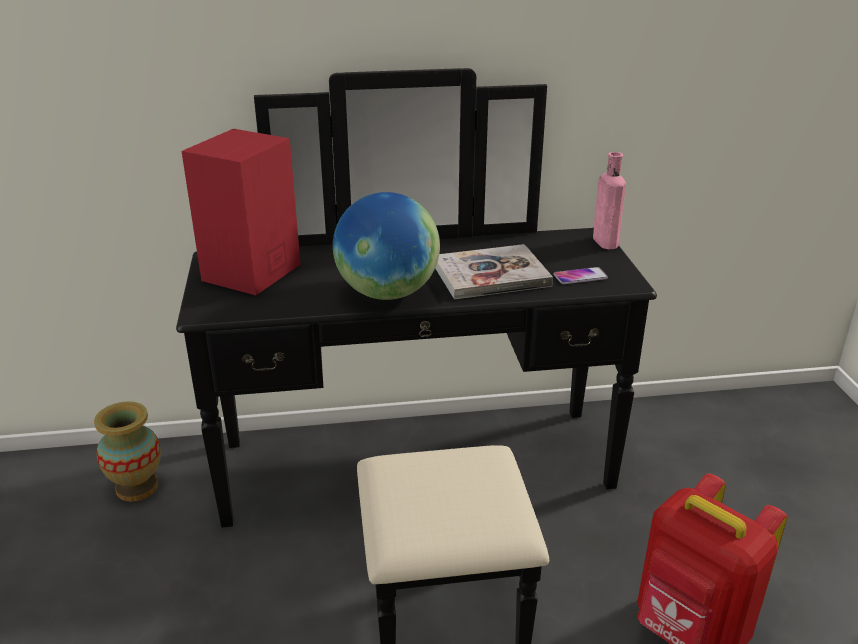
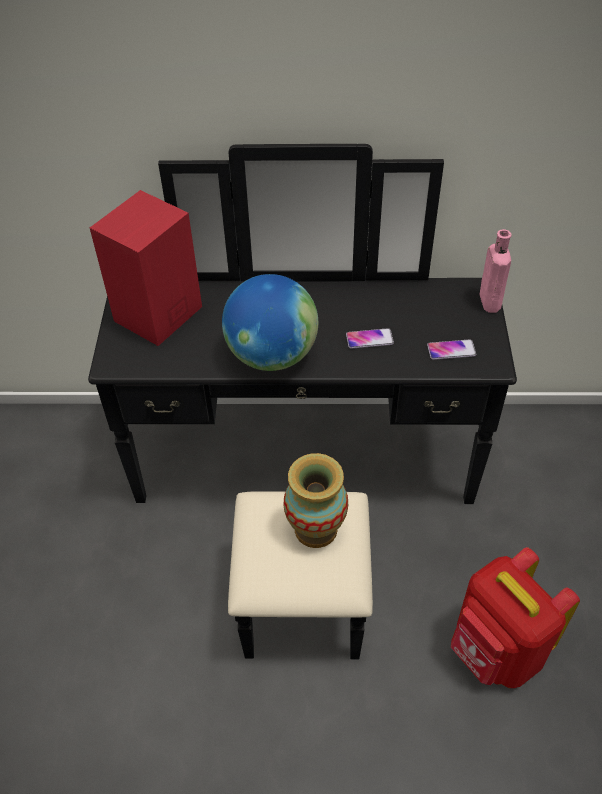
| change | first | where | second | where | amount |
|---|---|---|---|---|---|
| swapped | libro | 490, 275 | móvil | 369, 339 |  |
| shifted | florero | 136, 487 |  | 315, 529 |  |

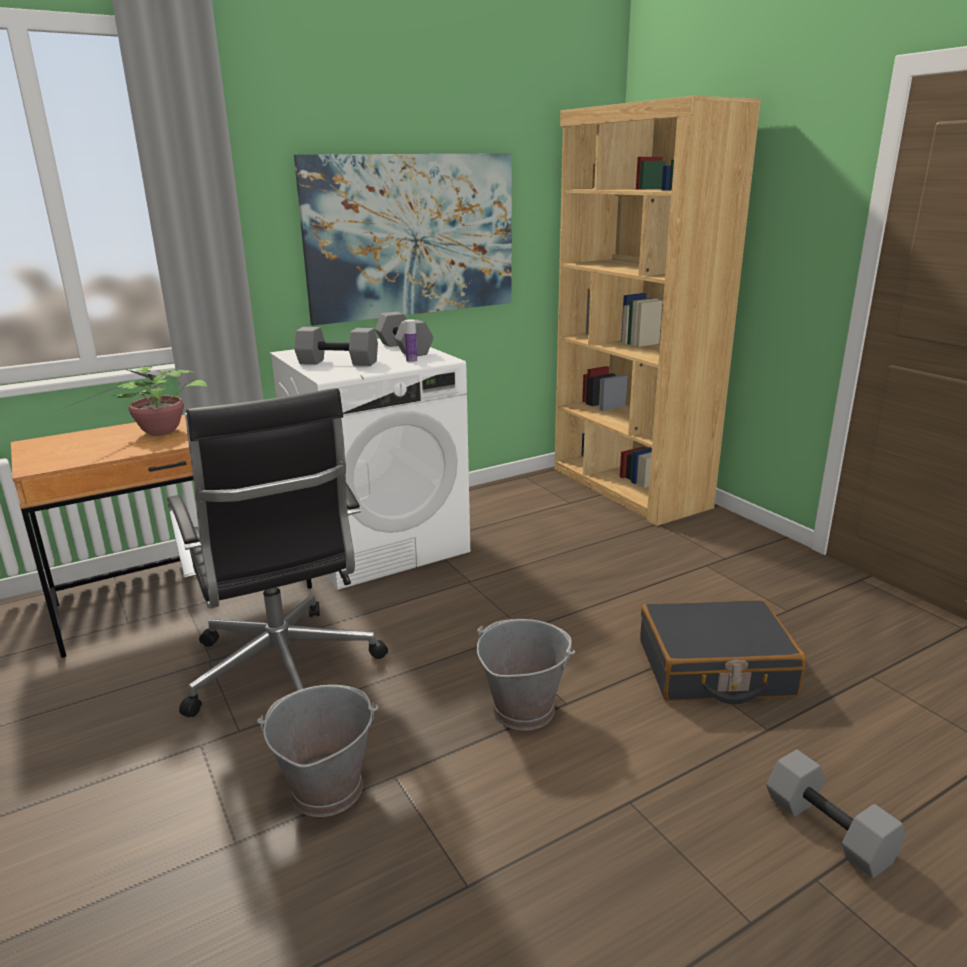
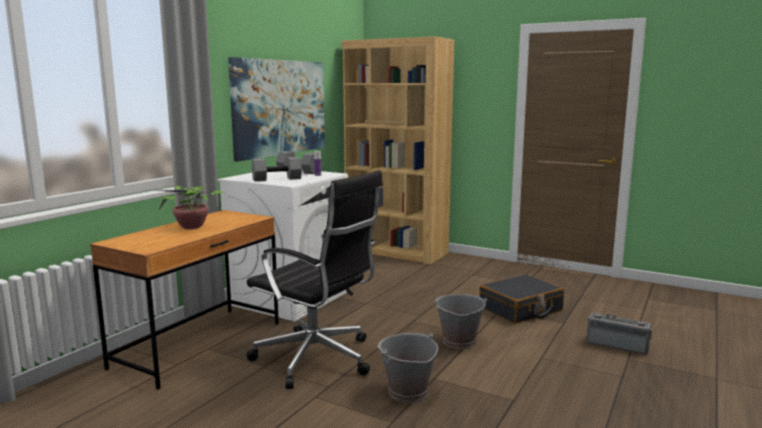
| change | first | where | second | where | amount |
|---|---|---|---|---|---|
| swapped | mancuerna/gris | 830, 830 | radio | 617, 345 |  |

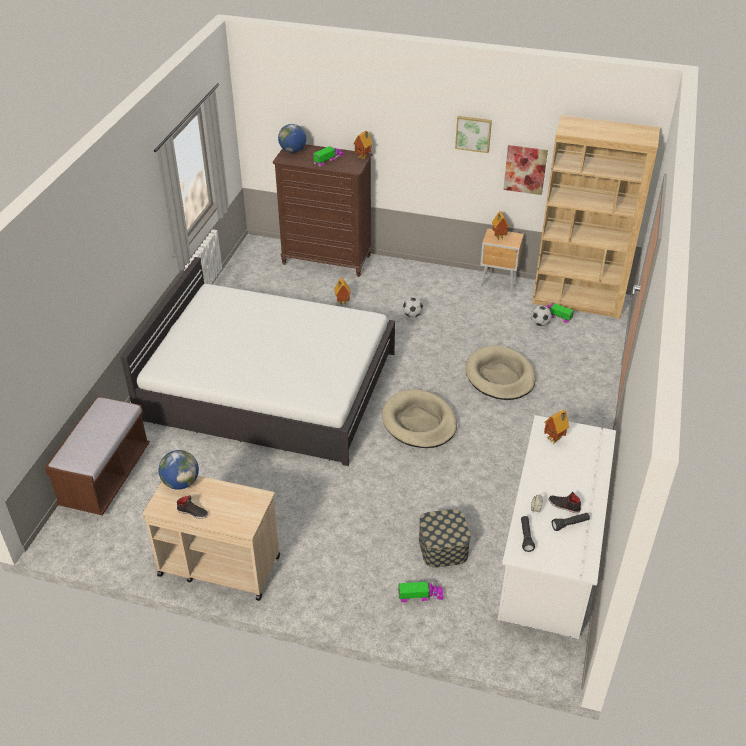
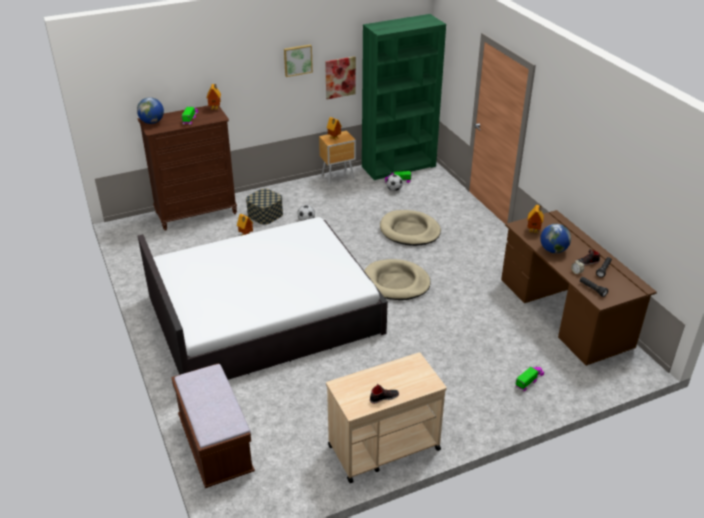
| change | first | where | second | where | amount |
|---|---|---|---|---|---|
| repainted | estantería/marrón | 578, 300 | estantería/verde | 399, 166 |  |
| repainted | escritorio/blanco | 551, 553 | escritorio/marrón | 564, 313 |  |
| shifted | globo terráqueo | 181, 483 |  | 553, 250 |  |
| shifted | caja de almacenaje | 443, 547 |  | 265, 214 |  |

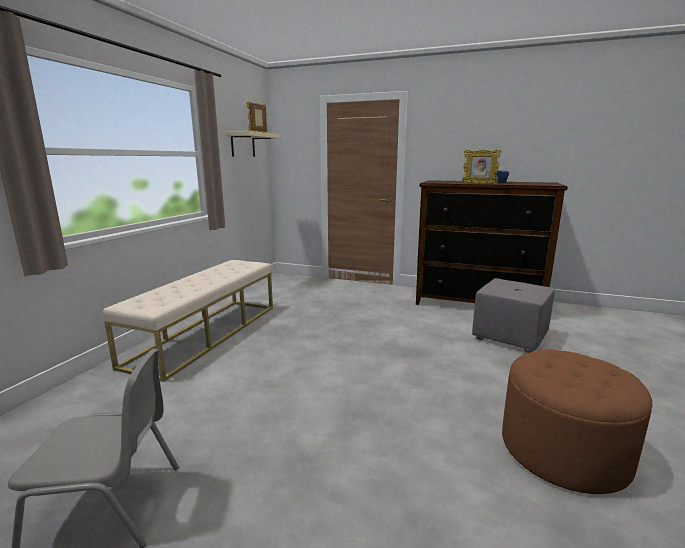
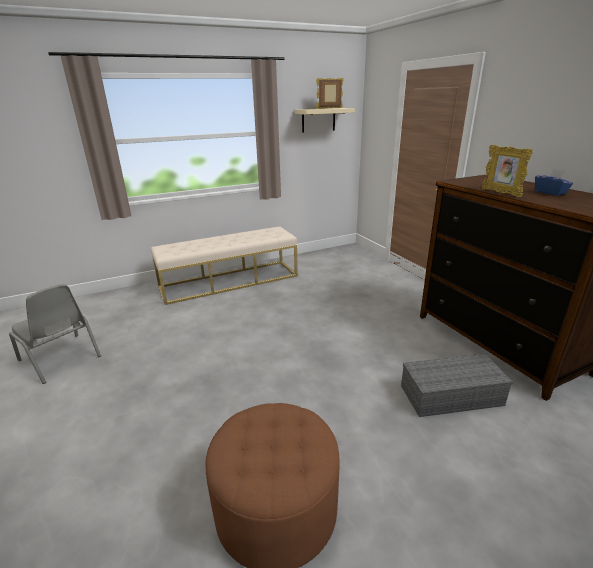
| change | first | where | second | where | amount |
|---|---|---|---|---|---|
| swapped | puf/gris | 509, 336 | caja de almacenaje/gris | 451, 394 |  |

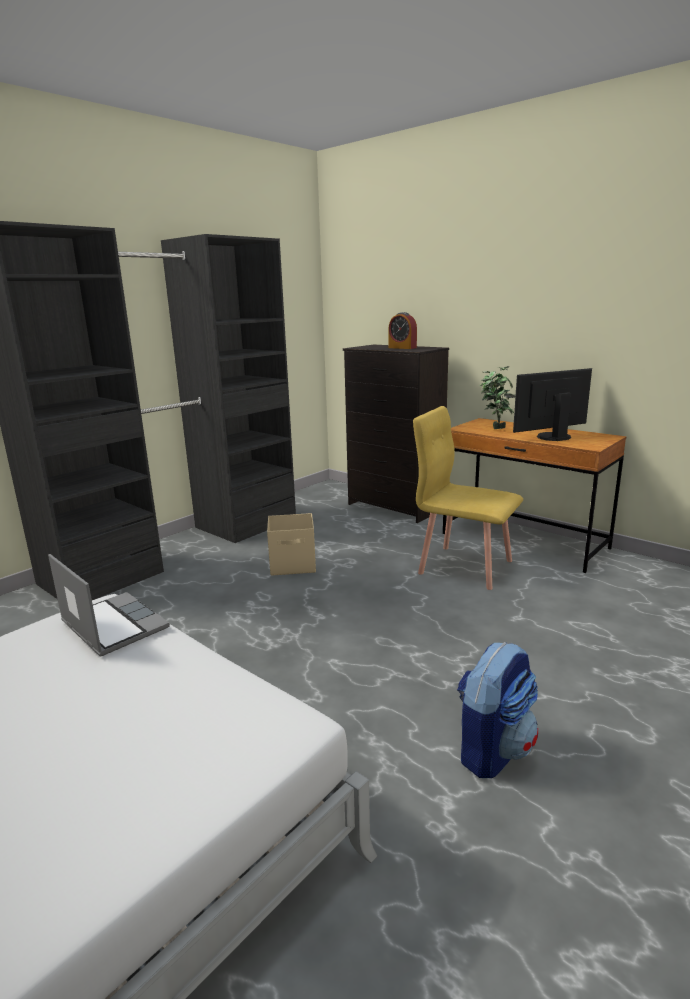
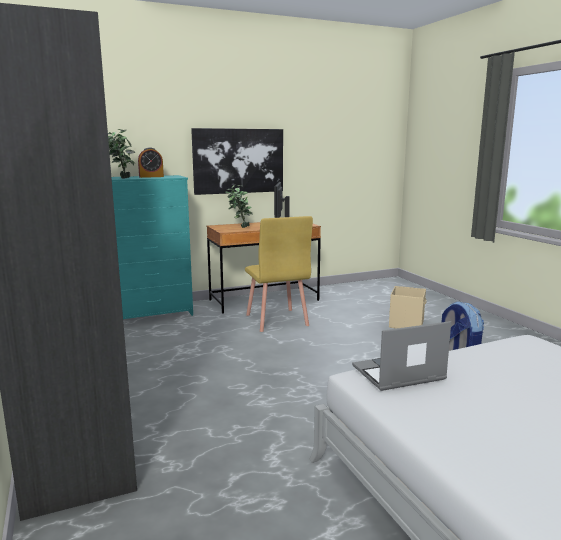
| change | first | where | second | where | amount |
|---|---|---|---|---|---|
| repainted | cómoda/negro | 395, 507 | cómoda/turquesa | 153, 314 |  |
| rotated | silla/amarillo | 465, 566 |  | 276, 320 | 75 degrees counterclockwise |
| shifted | caja de almacenaje/beis | 293, 565 |  | 406, 324 |  |
| new |  |  | cuadro | 238, 161 |  |
| new |  |  | planta en maceta | 121, 178 |  |

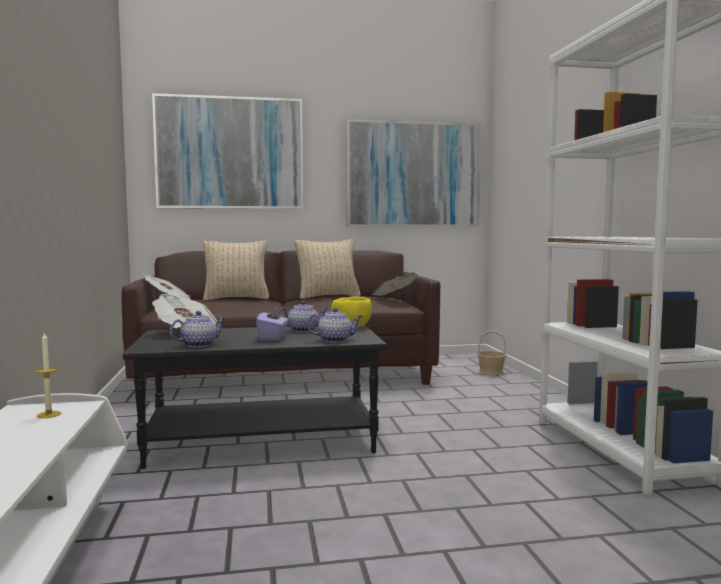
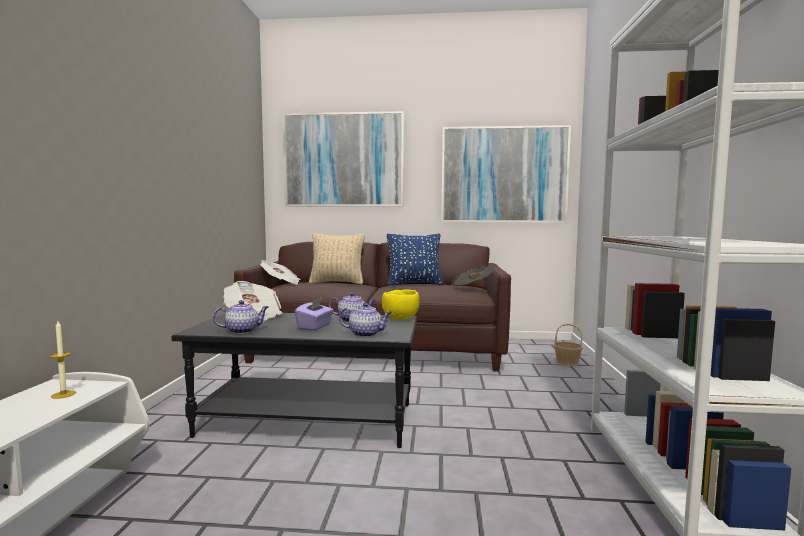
| change | first | where | second | where | amount |
|---|---|---|---|---|---|
| repainted | cojín/beis | 328, 296 | cojín/azul | 414, 284 |  |

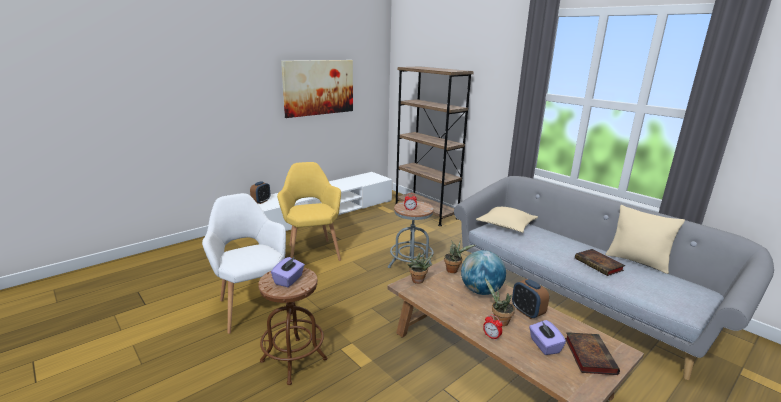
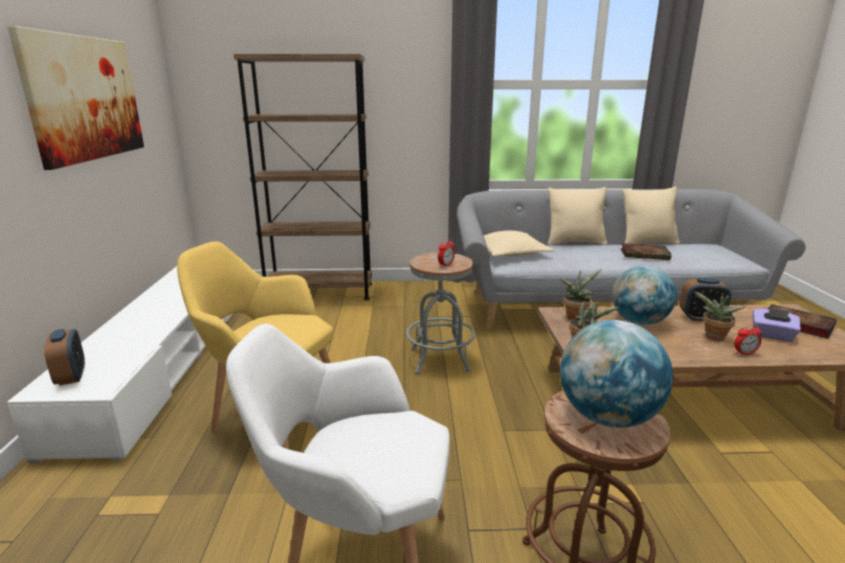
| change | first | where | second | where | amount |
|---|---|---|---|---|---|
| swapped | caja de pañuelos/morado | 289, 280 | globo terráqueo | 607, 417 |  |
| new |  |  | cojín/beis | 574, 242 |  |

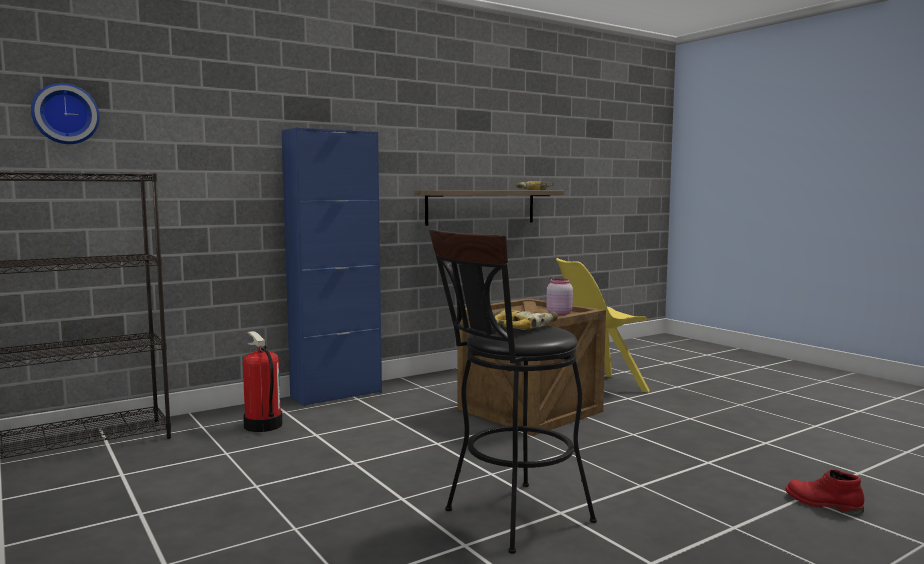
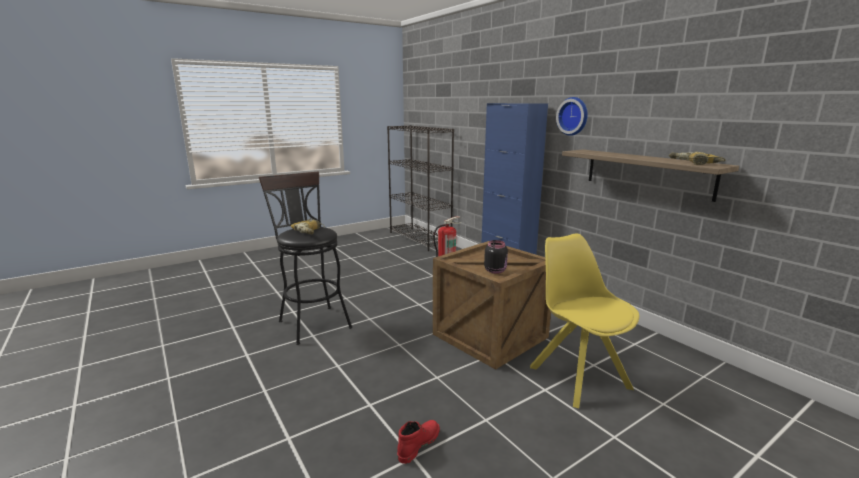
| change | first | where | second | where | amount |
|---|---|---|---|---|---|
| shifted | reloj de pared | 65, 114 |  | 573, 116 |  |
| repainted | tarro/rosa | 558, 314 | tarro/negro | 495, 271 |  |
| shifted | bota/rojo | 822, 504 |  | 418, 444 |  |

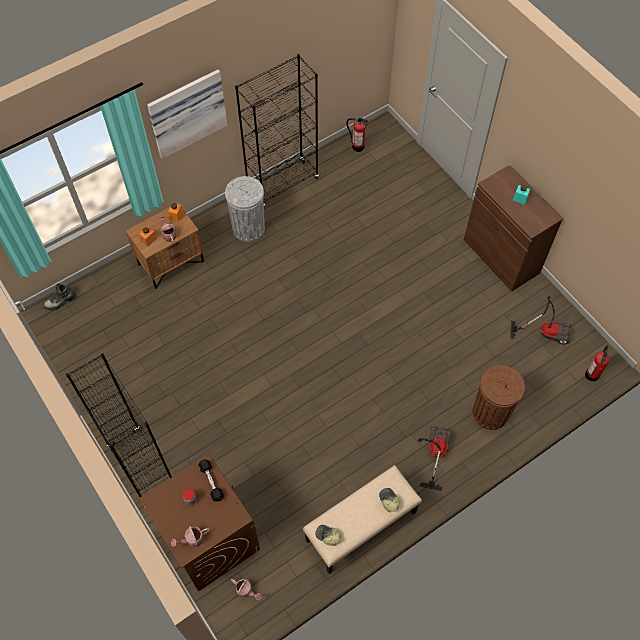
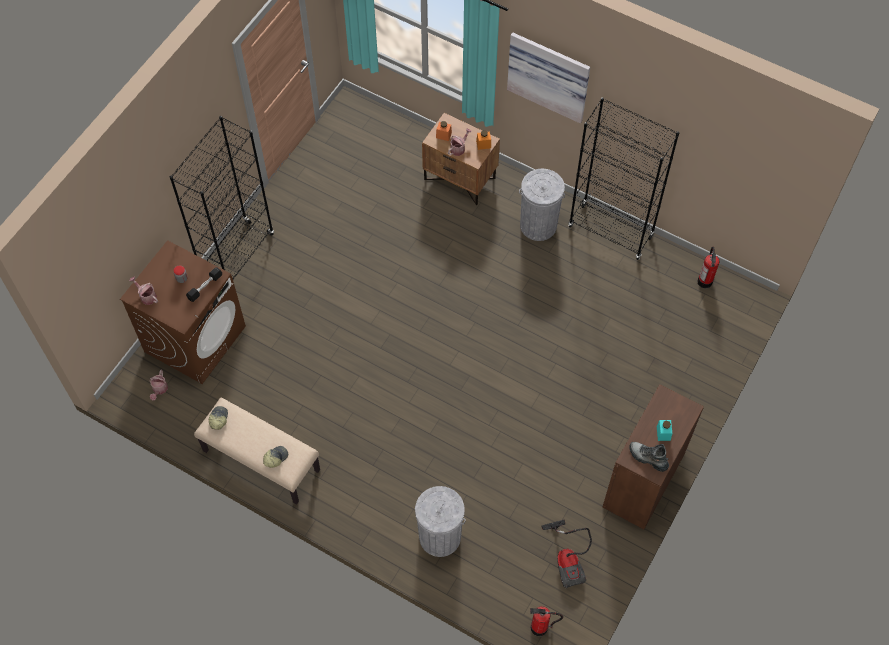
| change | first | where | second | where | amount |
|---|---|---|---|---|---|
| shifted | bota | 60, 301 |  | 648, 458 |  |
| repainted | papelera/marrón | 490, 413 | papelera/gris | 440, 536 |  |
| gone | aspiradora | 434, 453 |  |  |  |

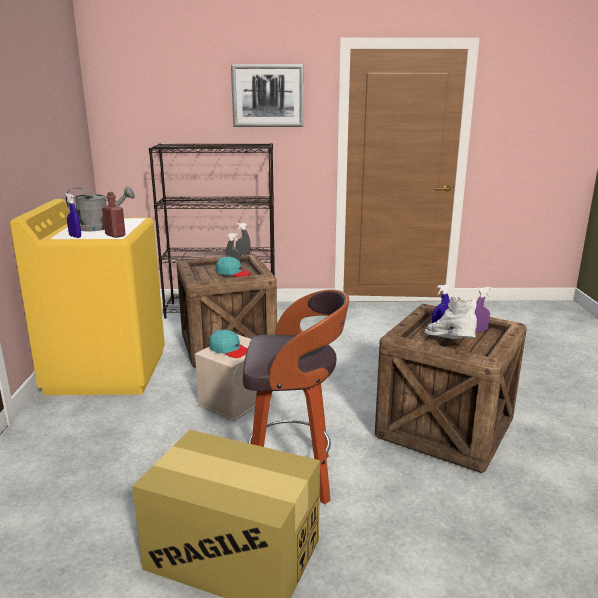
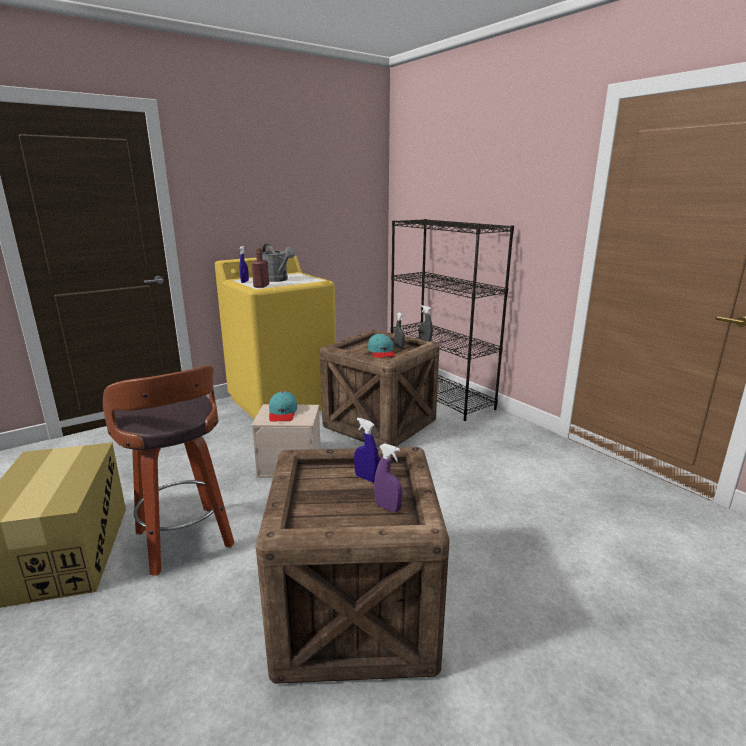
| change | first | where | second | where | amount |
|---|---|---|---|---|---|
| gone | cuadro | 268, 96 |  |  |  |
| gone | bota/blanco | 450, 345 |  |  |  |

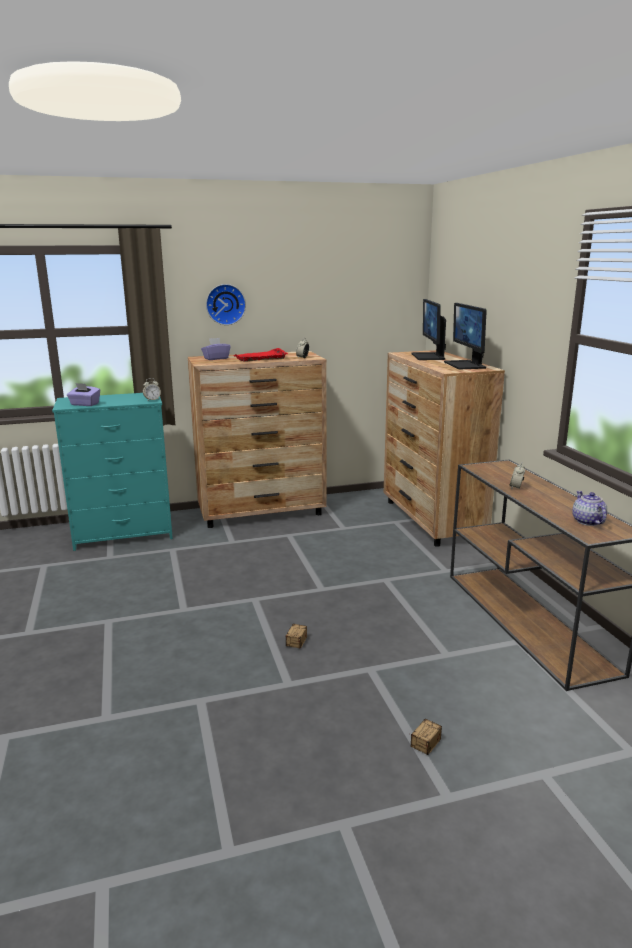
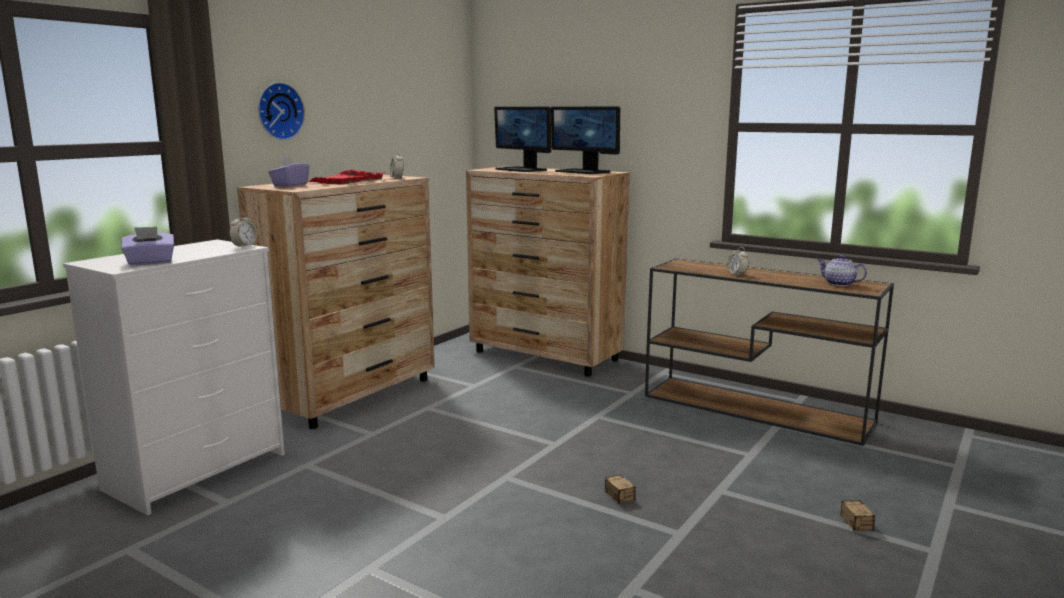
| change | first | where | second | where | amount |
|---|---|---|---|---|---|
| repainted | cómoda/turquesa | 124, 534 | cómoda/blanco | 197, 470 |  |

